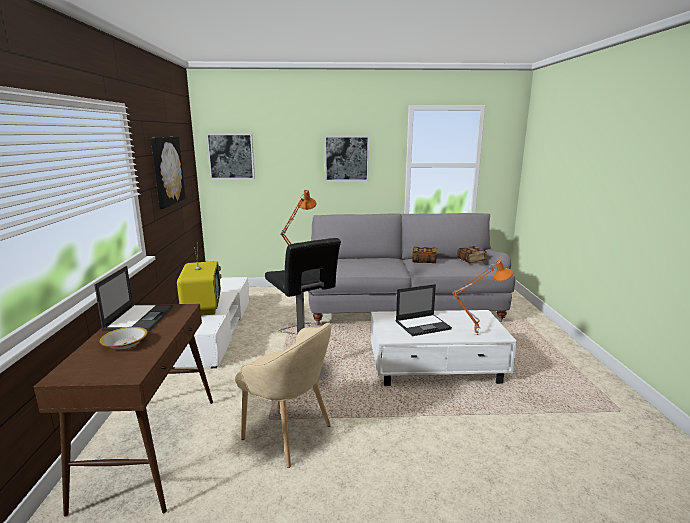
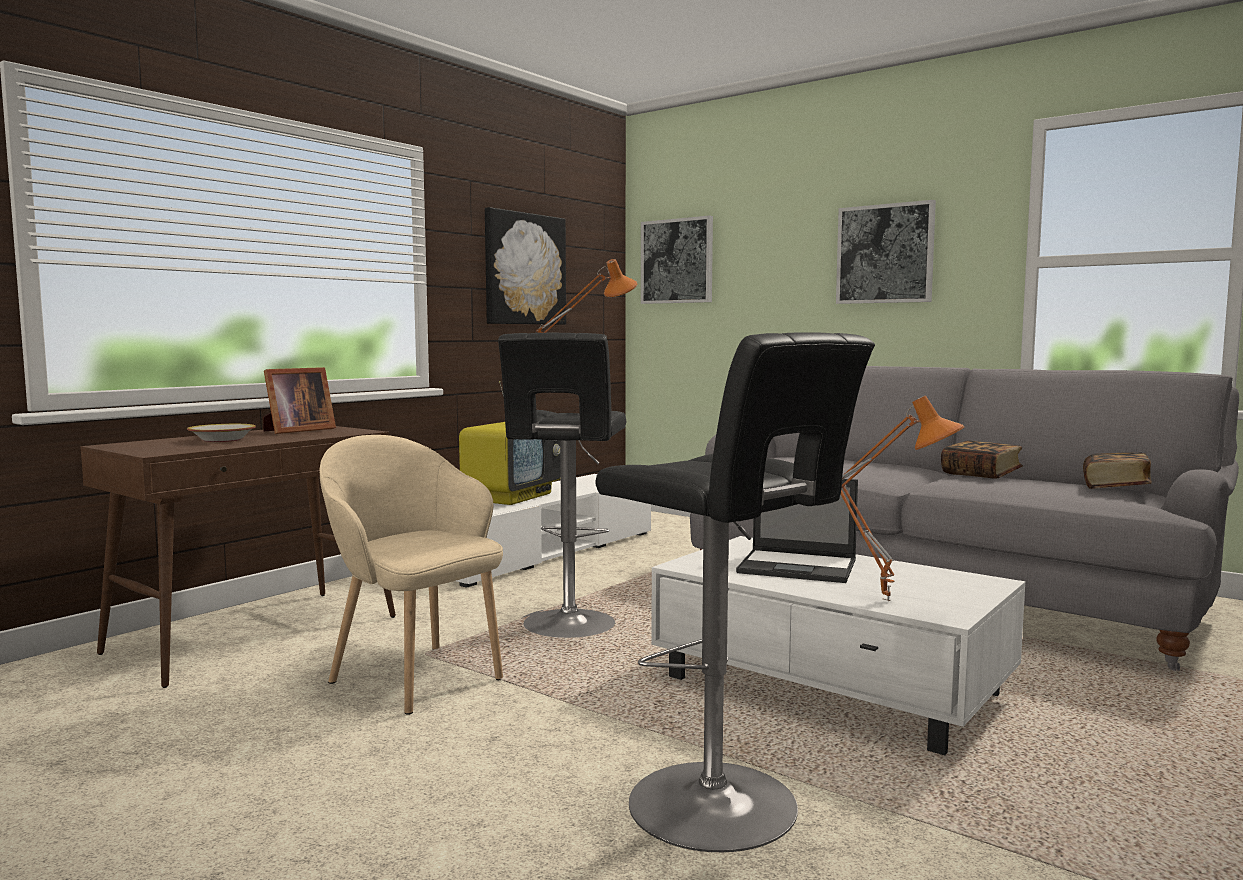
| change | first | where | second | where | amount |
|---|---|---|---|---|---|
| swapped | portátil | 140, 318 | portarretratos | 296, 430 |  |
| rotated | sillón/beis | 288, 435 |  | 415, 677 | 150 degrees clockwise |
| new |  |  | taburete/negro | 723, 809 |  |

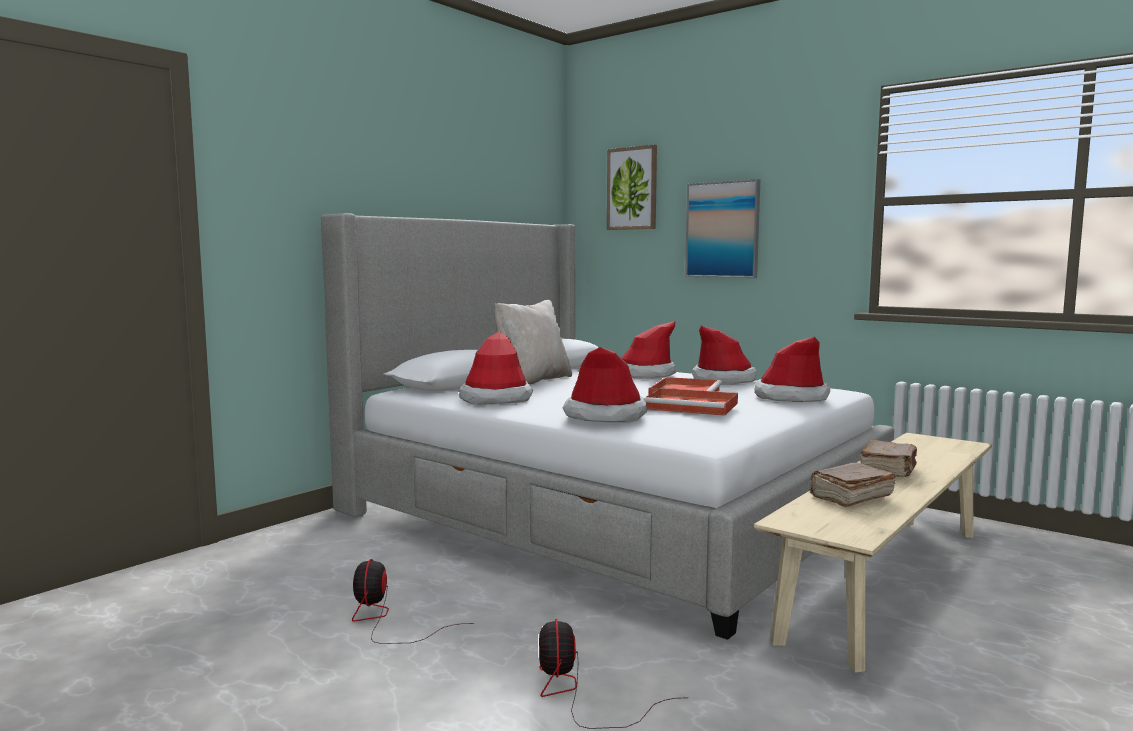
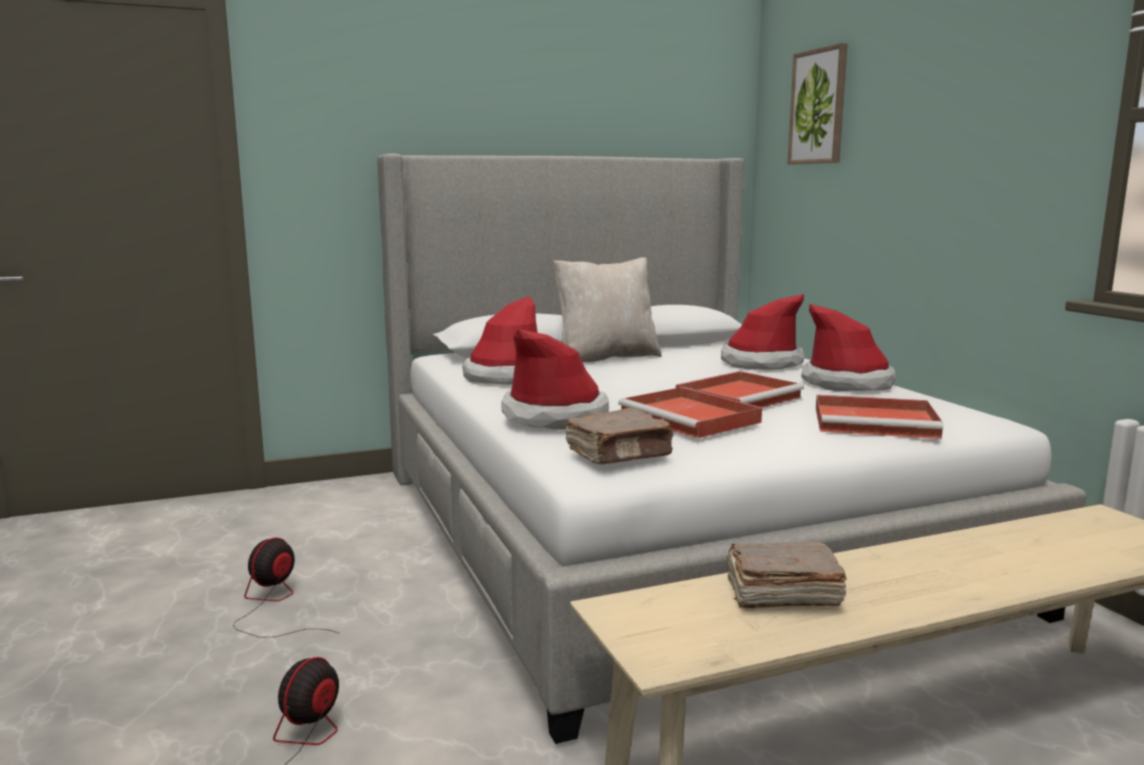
| change | first | where | second | where | amount |
|---|---|---|---|---|---|
| gone | cuadro | 722, 230 |  |  |  |
| swapped | sombrero | 791, 397 | bandeja/rojo | 877, 422 |  |
| shifted | libro/marrón | 889, 470 |  | 620, 454 |  |

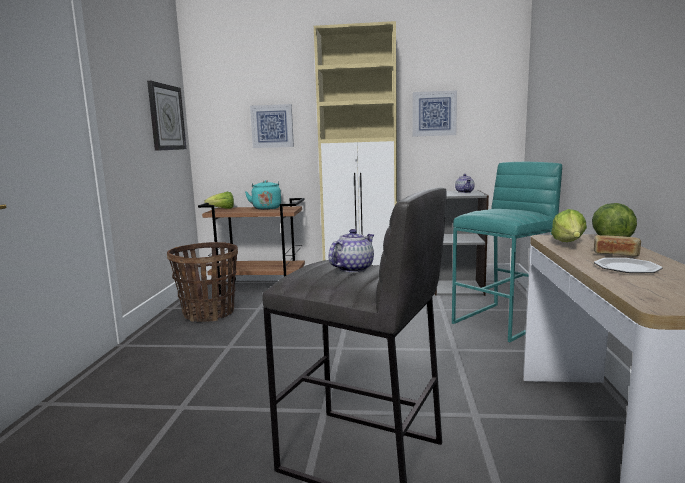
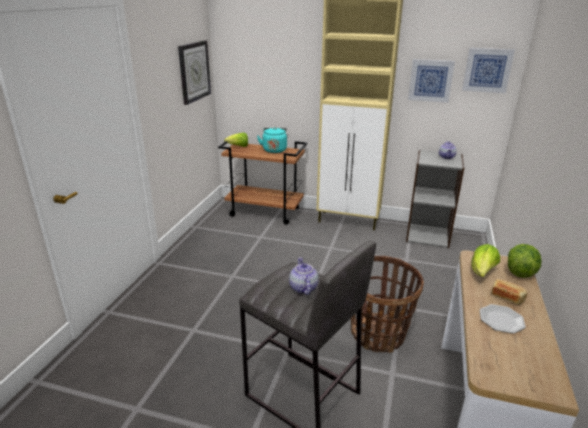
| change | first | where | second | where | amount |
|---|---|---|---|---|---|
| shifted | cuadro | 272, 126 |  | 487, 70 |  |
| gone | taburete/turquesa | 503, 321 |  |  |  |
| rotated | tetera | 353, 269 |  | 303, 288 | 60 degrees counterclockwise |
| shifted | cesta | 209, 313 |  | 377, 334 |  |

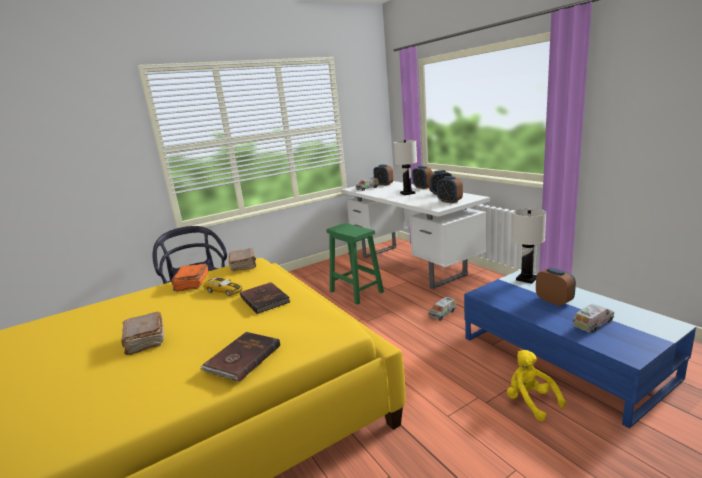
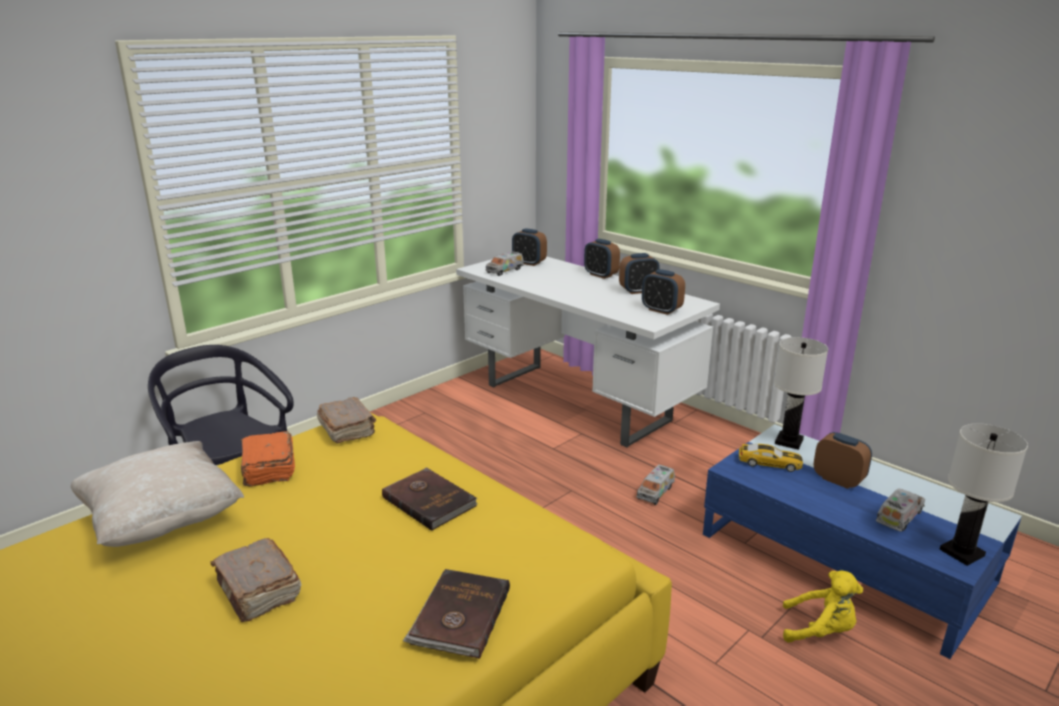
| change | first | where | second | where | amount |
|---|---|---|---|---|---|
| shifted | lámpara de mesa/blanco | 407, 193 |  | 962, 553 |  |
| gone | taburete/verde | 355, 291 |  |  |  |
| shifted | coche de juguete | 224, 291 |  | 769, 463 |  |
| rotated | peluche/amarillo | 530, 401 |  | 820, 631 | 150 degrees clockwise |
| new |  |  | cojín/beis | 162, 521 |  |

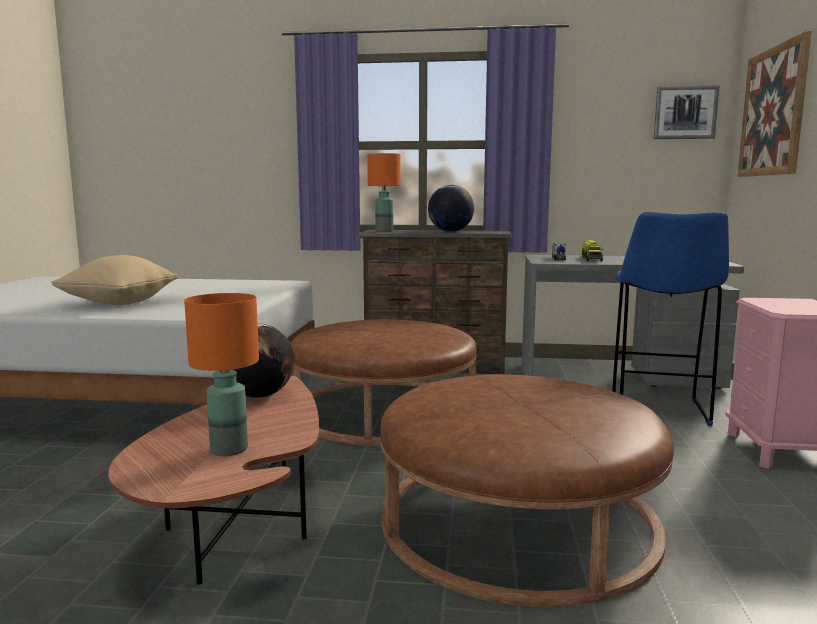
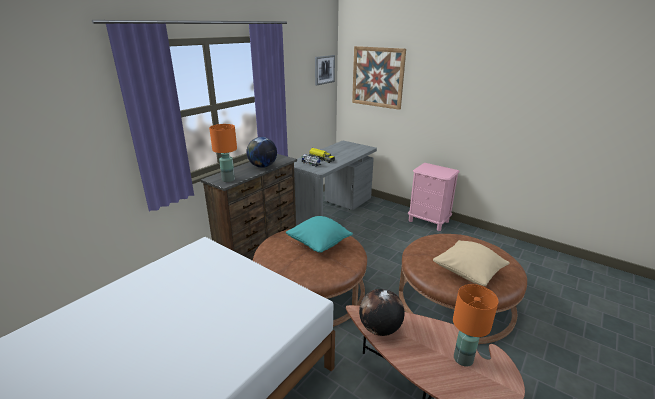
| change | first | where | second | where | amount |
|---|---|---|---|---|---|
| gone | taburete/azul | 658, 410 |  |  |  |
| shifted | cojín/beis | 119, 303 |  | 468, 274 |  |
| new |  |  | cojín/turquesa | 319, 244 |  |

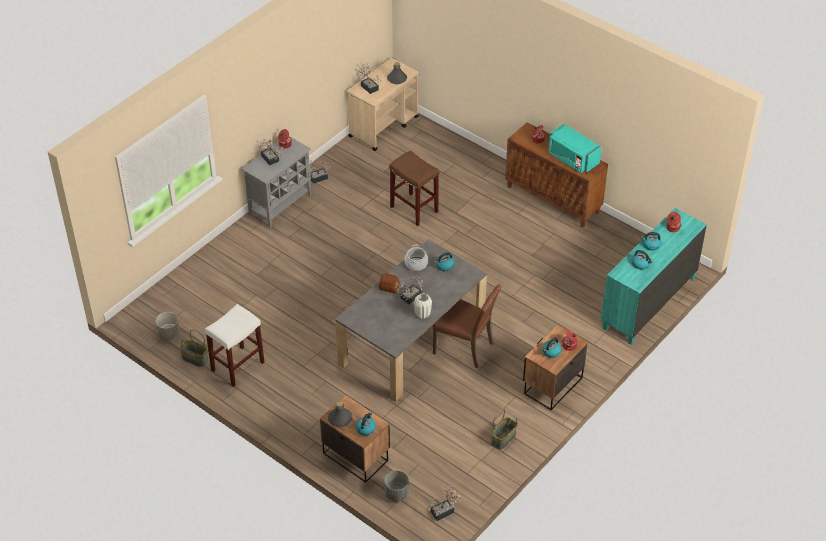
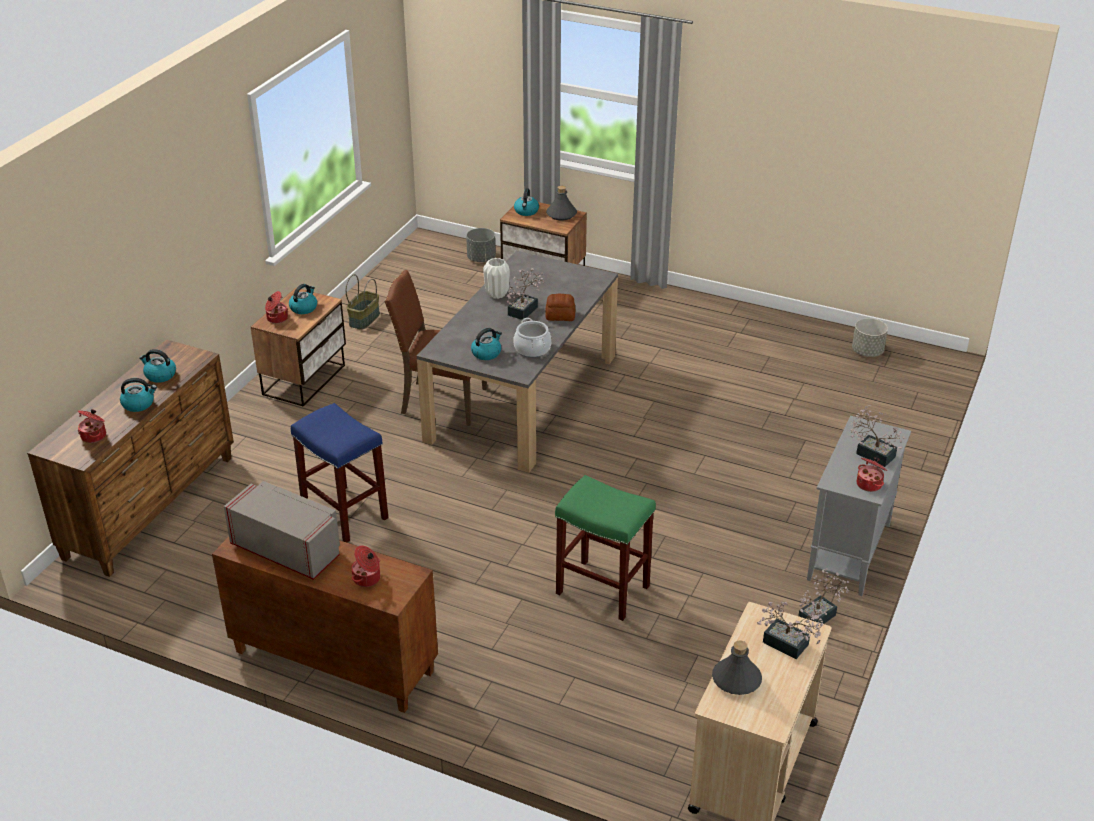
| change | first | where | second | where | amount |
|---|---|---|---|---|---|
| repainted | microondas/turquesa | 572, 159 | microondas/gris | 288, 549 |  |
| repainted | taburete/marrón | 414, 209 | taburete/verde | 601, 590 |  |
| repainted | cómoda/turquesa | 648, 303 | cómoda/marrón | 151, 506 |  |
| gone | taburete/blanco | 238, 366 |  |  |  |
| gone | cesta | 194, 358 |  |  |  |
| gone | planta en maceta | 444, 511 |  |  |  |
| new |  |  | taburete/azul | 346, 514 |  |

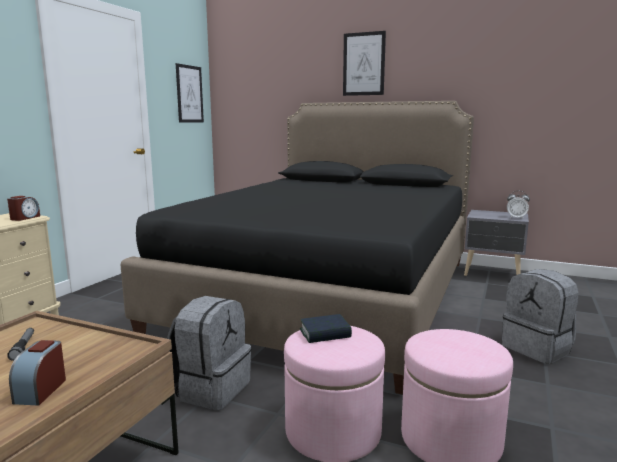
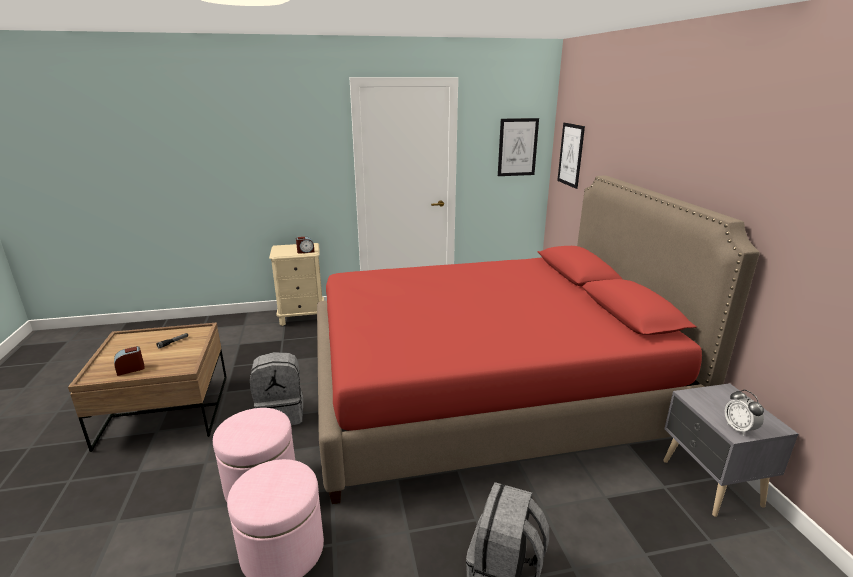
| change | first | where | second | where | amount |
|---|---|---|---|---|---|
| shifted | cuadro | 363, 64 |  | 571, 155 |  |
| repainted | cama/negro | 328, 293 | cama/rojo | 485, 393 |  |
| gone | libro | 325, 333 |  |  |  |

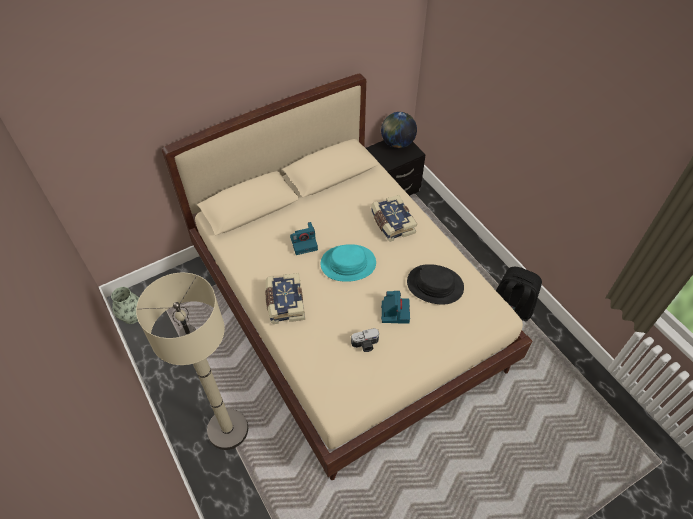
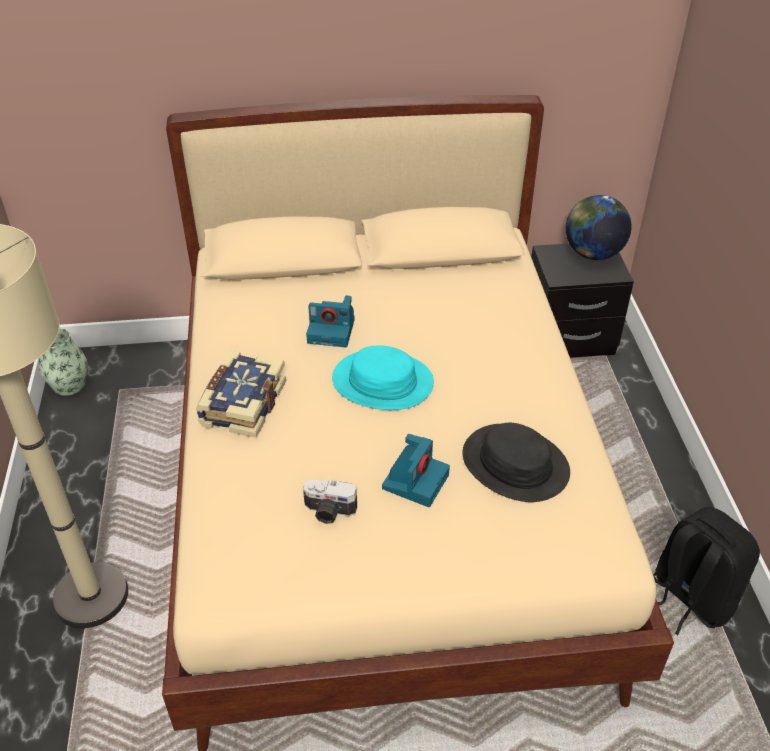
| change | first | where | second | where | amount |
|---|---|---|---|---|---|
| gone | libro | 392, 224 |  |  |  |

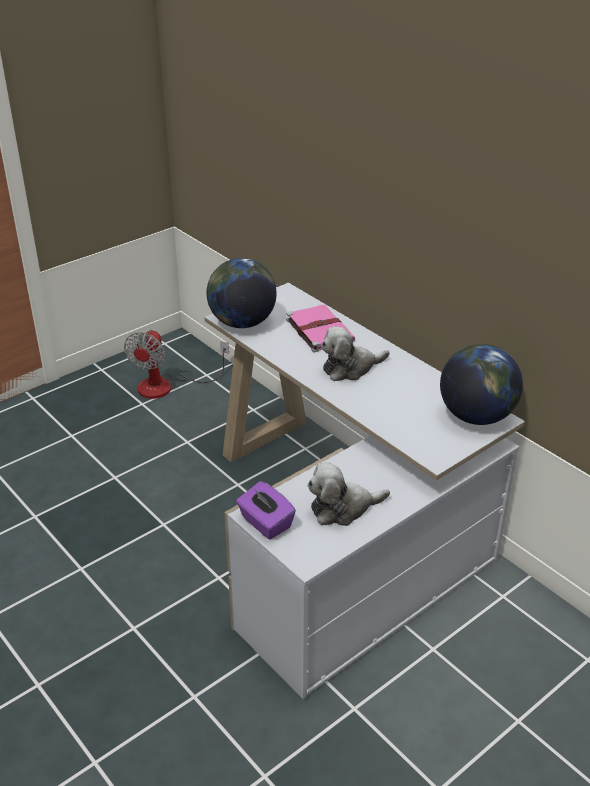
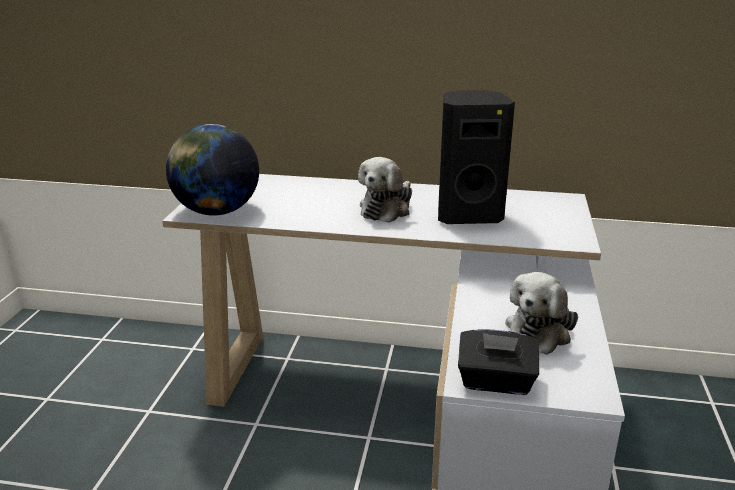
| change | first | where | second | where | amount |
|---|---|---|---|---|---|
| gone | libro/rosa | 319, 330 |  |  |  |
| gone | ventilador | 167, 385 |  |  |  |
| gone | globo terráqueo | 476, 416 |  |  |  |
| repainted | caja de pañuelos/morado | 265, 523 | caja de pañuelos/negro | 496, 382 |  |
| new |  |  | altavoz/negro | 467, 215 |  |

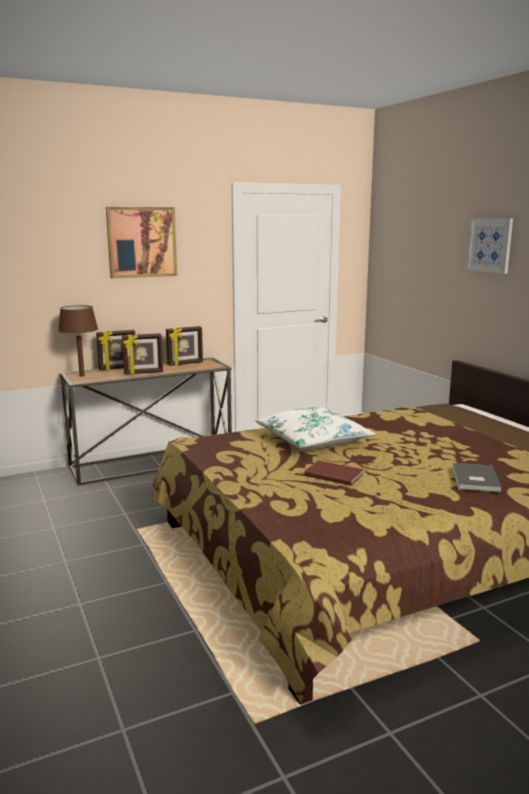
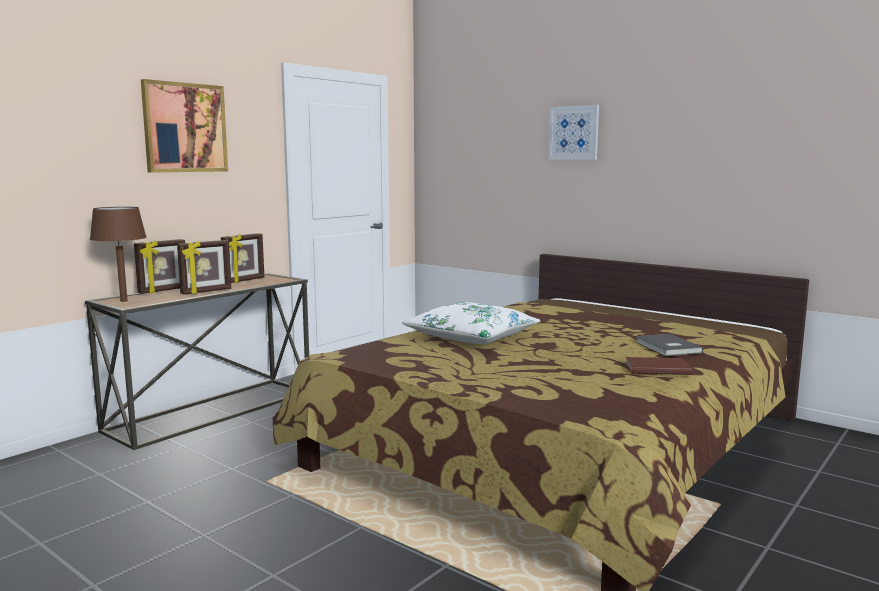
| change | first | where | second | where | amount |
|---|---|---|---|---|---|
| shifted | libro/marrón | 333, 474 |  | 656, 368 |  |

